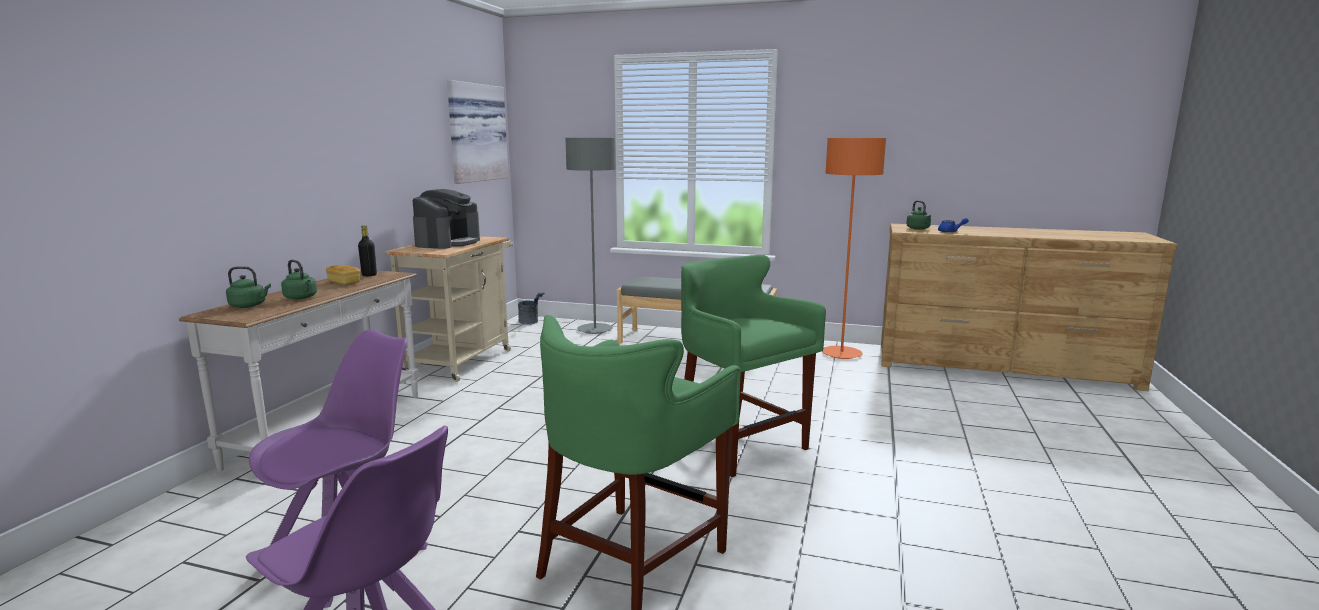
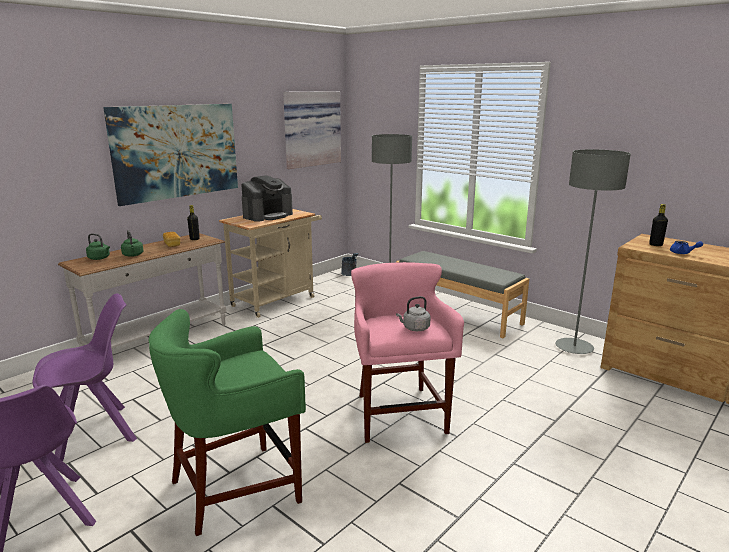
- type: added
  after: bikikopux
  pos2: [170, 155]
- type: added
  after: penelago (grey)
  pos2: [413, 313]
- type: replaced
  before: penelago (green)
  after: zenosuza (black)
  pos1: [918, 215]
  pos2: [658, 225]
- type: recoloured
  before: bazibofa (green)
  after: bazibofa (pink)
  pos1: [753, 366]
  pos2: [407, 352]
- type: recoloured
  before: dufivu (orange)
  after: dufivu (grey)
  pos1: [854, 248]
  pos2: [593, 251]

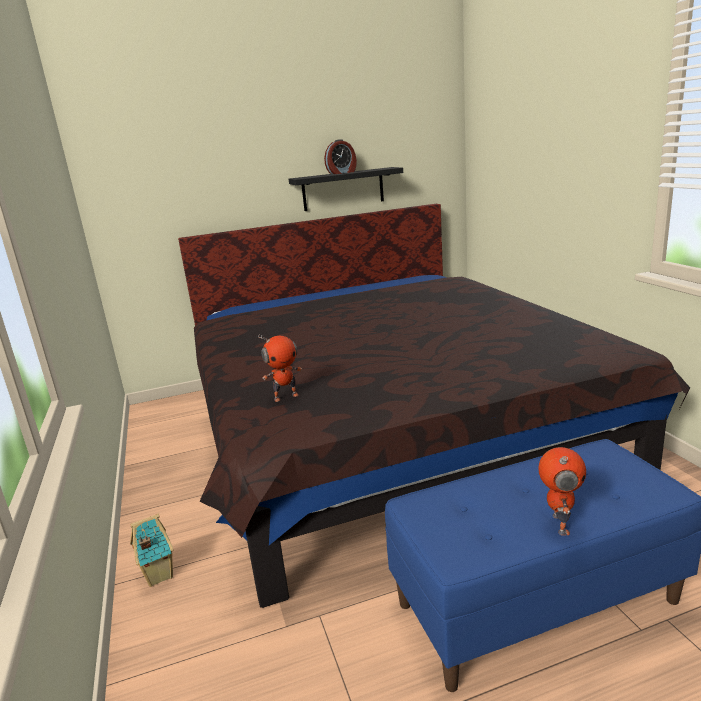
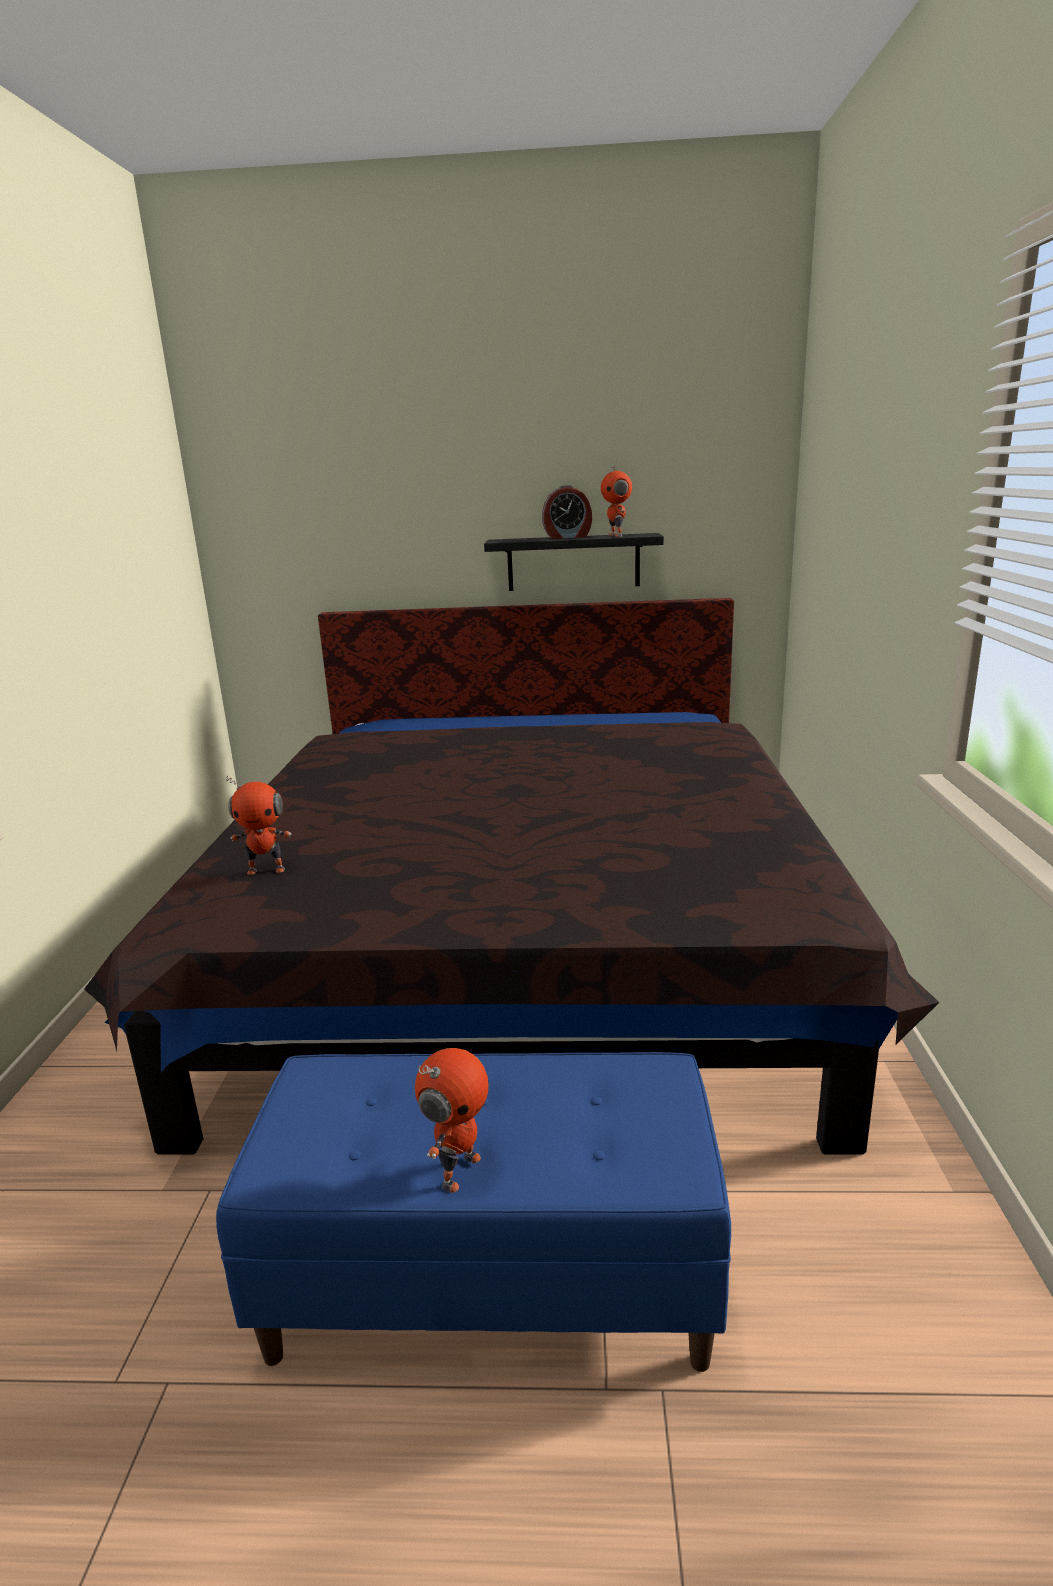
- type: removed
  before: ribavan
  pos1: [152, 550]
- type: added
  after: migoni
  pos2: [616, 501]

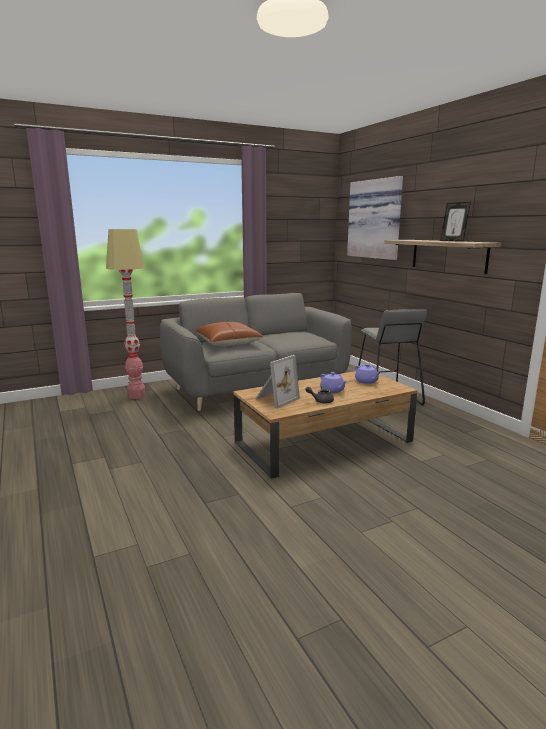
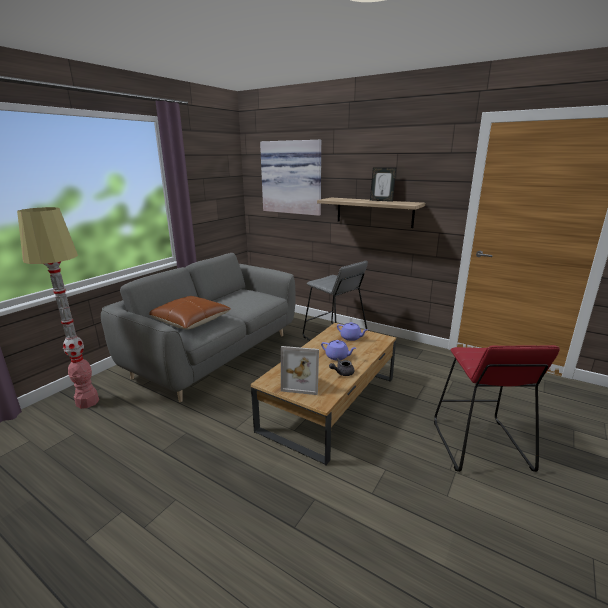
- type: added
  after: bazibofa (red)
  pos2: [497, 408]
- type: turned
  before: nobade
  pos1: [277, 381]
  pos2: [300, 370]
  turn: 90

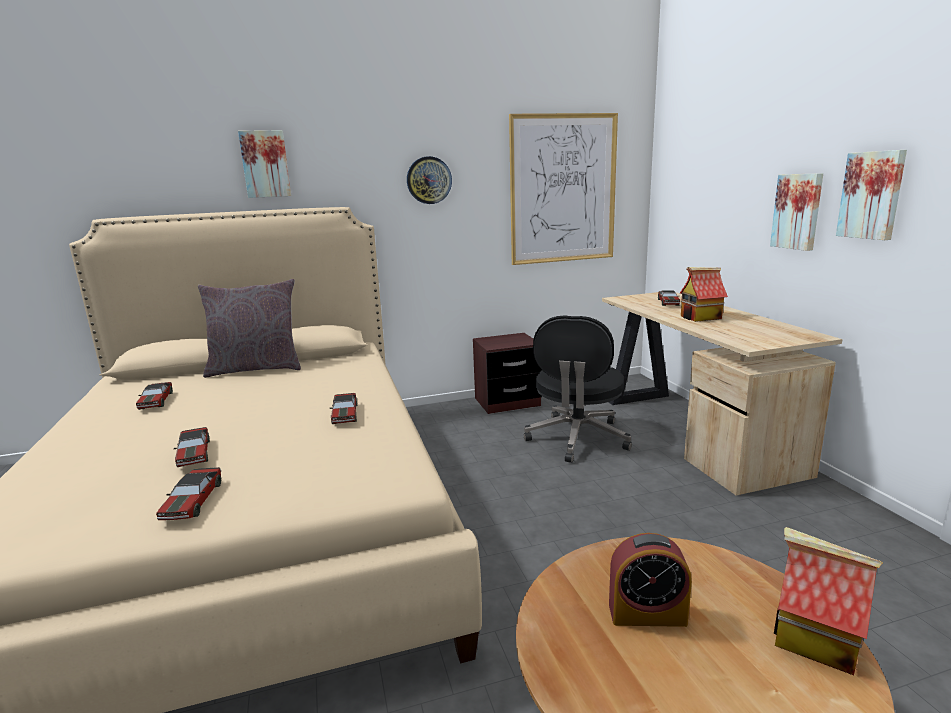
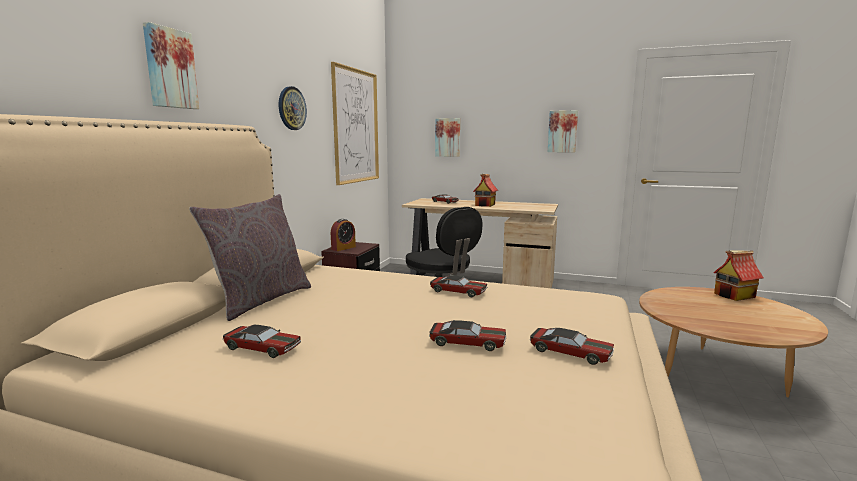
- type: moved
  before: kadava
  pos1: [650, 580]
  pos2: [343, 235]
- type: moved
  before: bikikopux
  pos1: [796, 212]
  pos2: [447, 137]

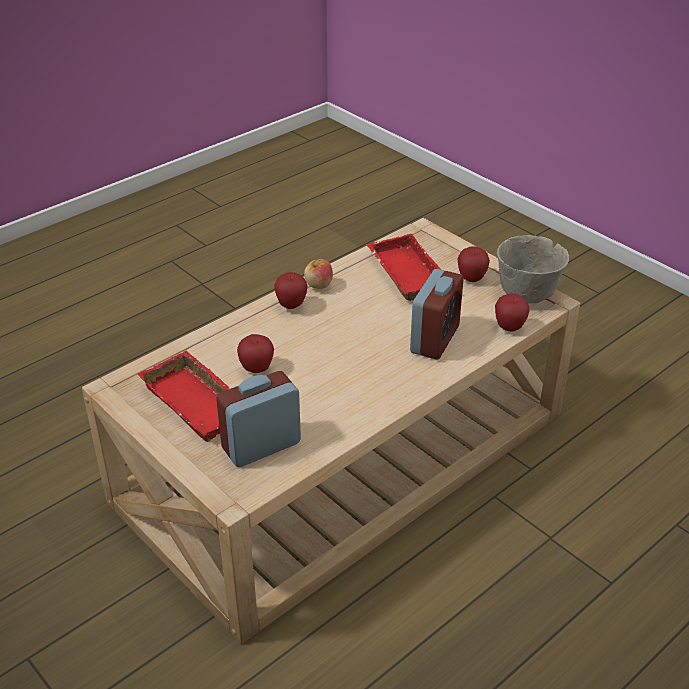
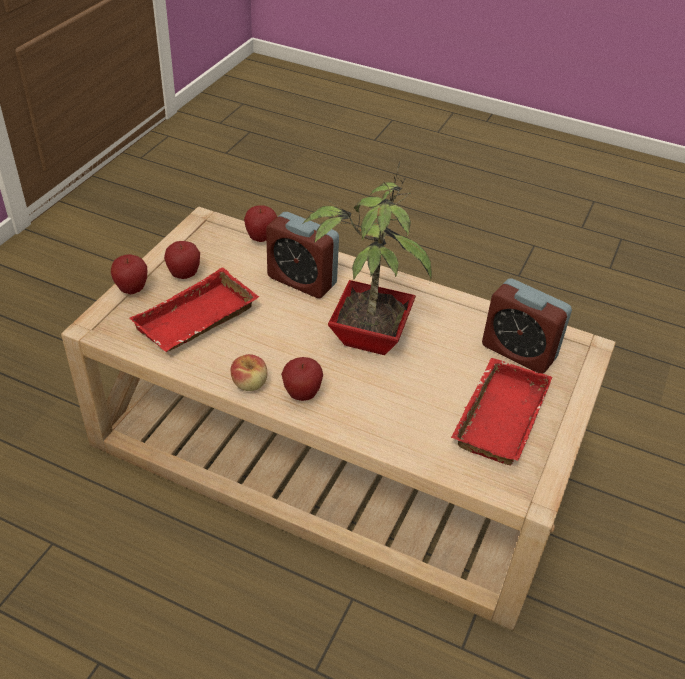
- type: removed
  before: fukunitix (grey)
  pos1: [533, 269]
- type: added
  after: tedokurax
  pos2: [367, 258]
- type: moved
  before: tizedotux
  pos1: [255, 353]
  pos2: [129, 274]
- type: turned
  before: kadava
  pos1: [437, 314]
  pos2: [302, 255]
  turn: -150

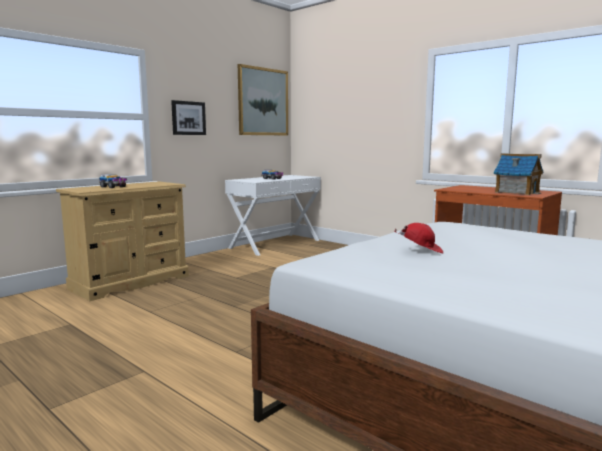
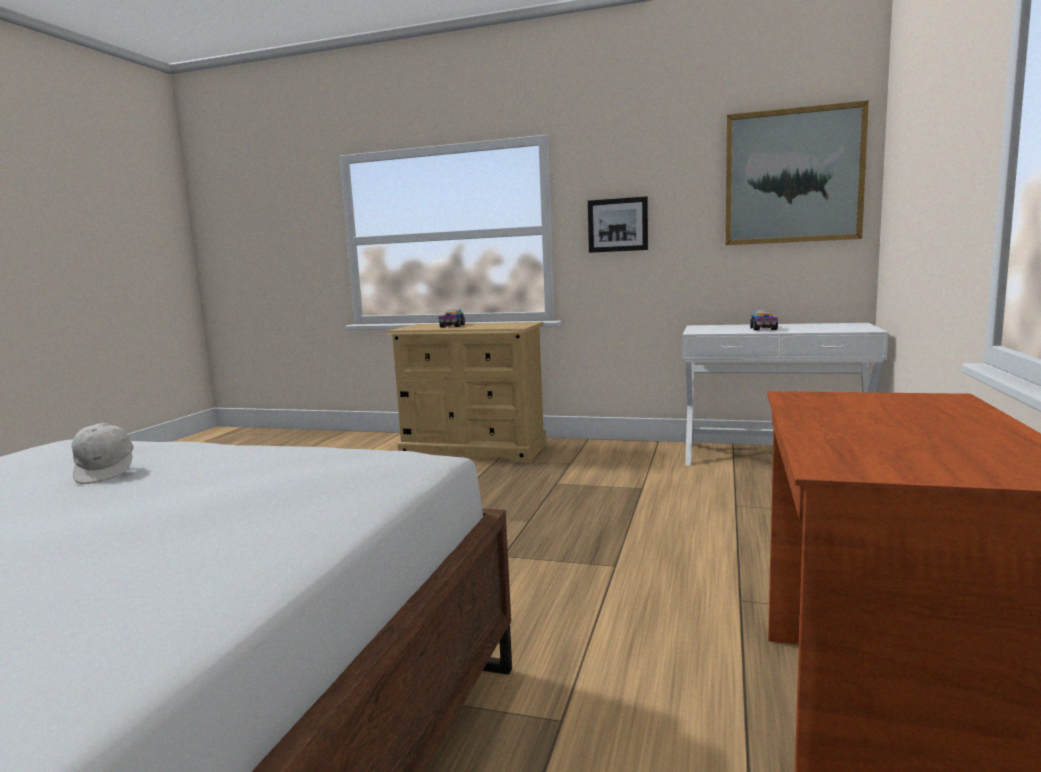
- type: removed
  before: ribavan
  pos1: [519, 174]
- type: recoloured
  before: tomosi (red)
  after: tomosi (white)
  pos1: [418, 238]
  pos2: [102, 453]

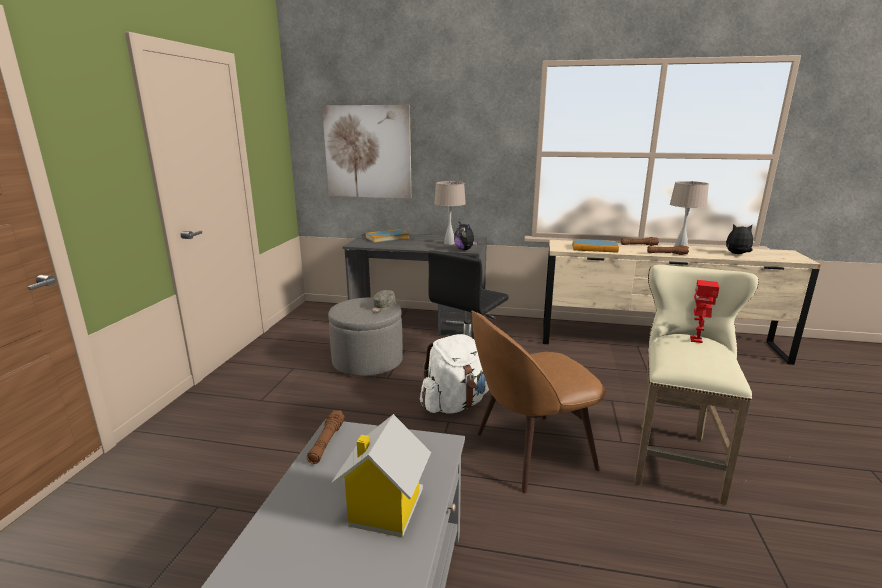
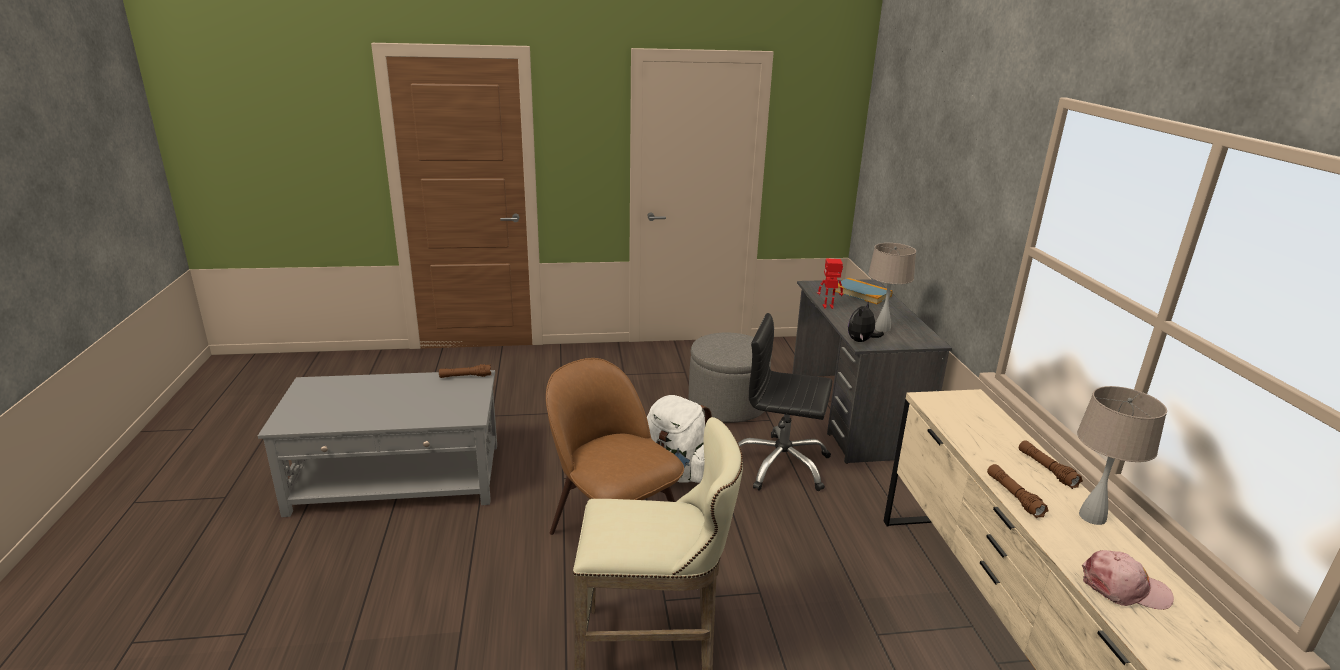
- type: removed
  before: bikikopux
  pos1: [367, 152]
- type: removed
  before: ribavan
  pos1: [381, 476]
- type: removed
  before: tomosi (grey)
  pos1: [383, 301]
- type: removed
  before: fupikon
  pos1: [595, 246]
- type: moved
  before: migoni
  pos1: [704, 311]
  pos2: [830, 283]
- type: replaced
  before: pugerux
  after: tomosi (pink)
  pos1: [739, 239]
  pos2: [1128, 580]

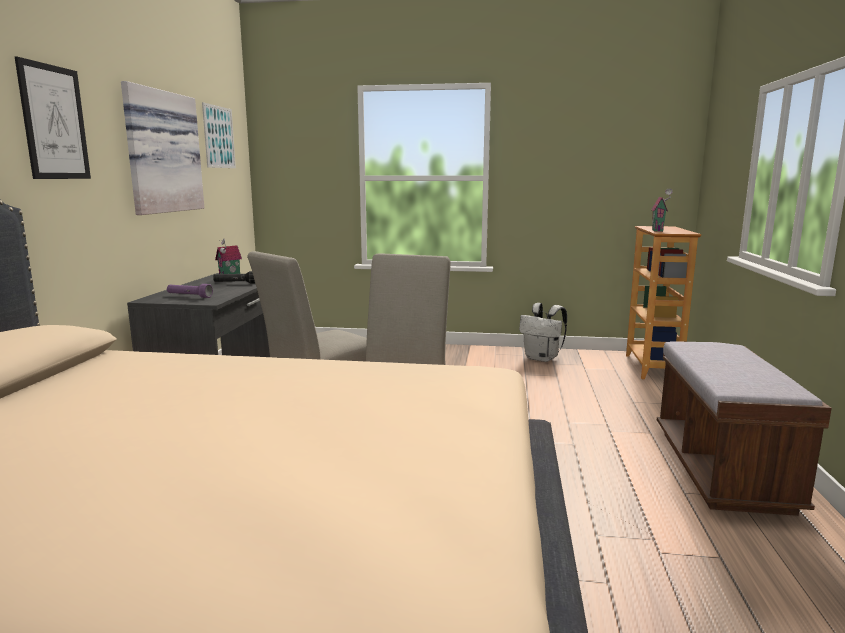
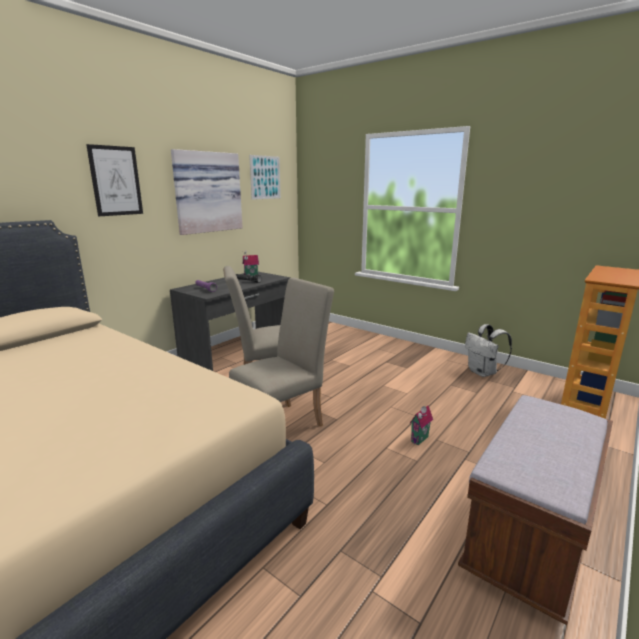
- type: moved
  before: ribavan
  pos1: [662, 210]
  pos2: [421, 425]

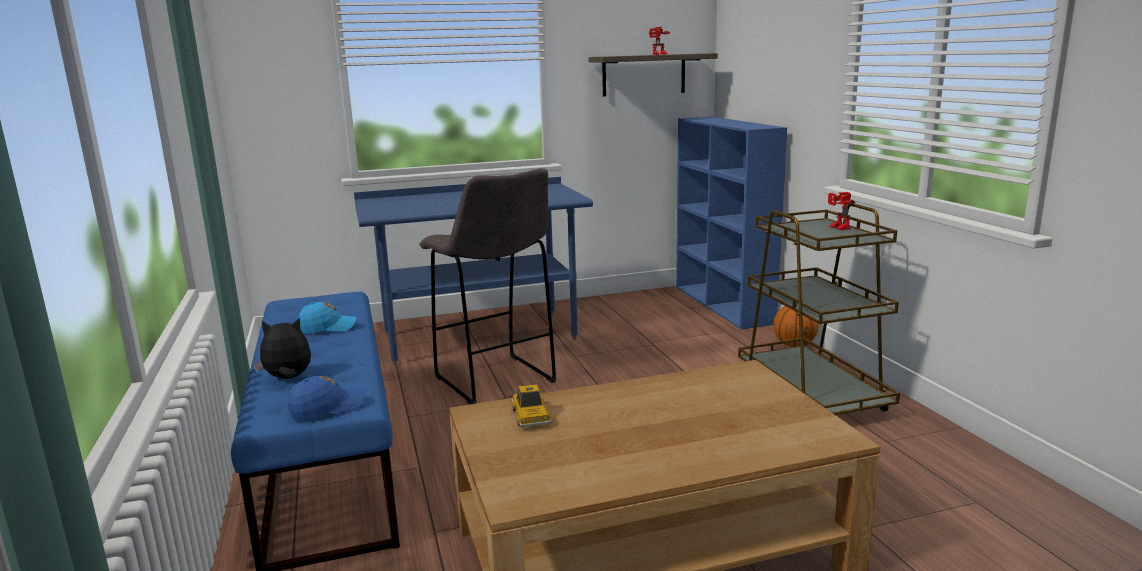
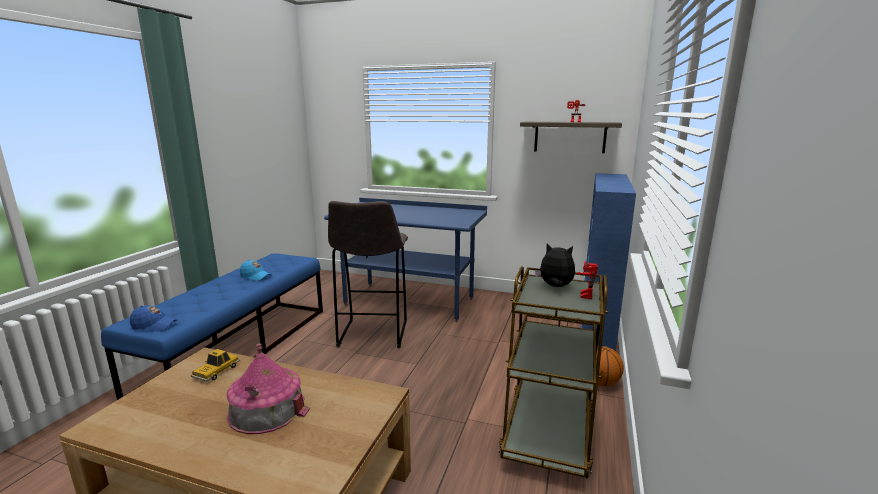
- type: added
  after: ribavan
  pos2: [268, 388]
- type: moved
  before: pugerux
  pos1: [282, 348]
  pos2: [555, 265]

